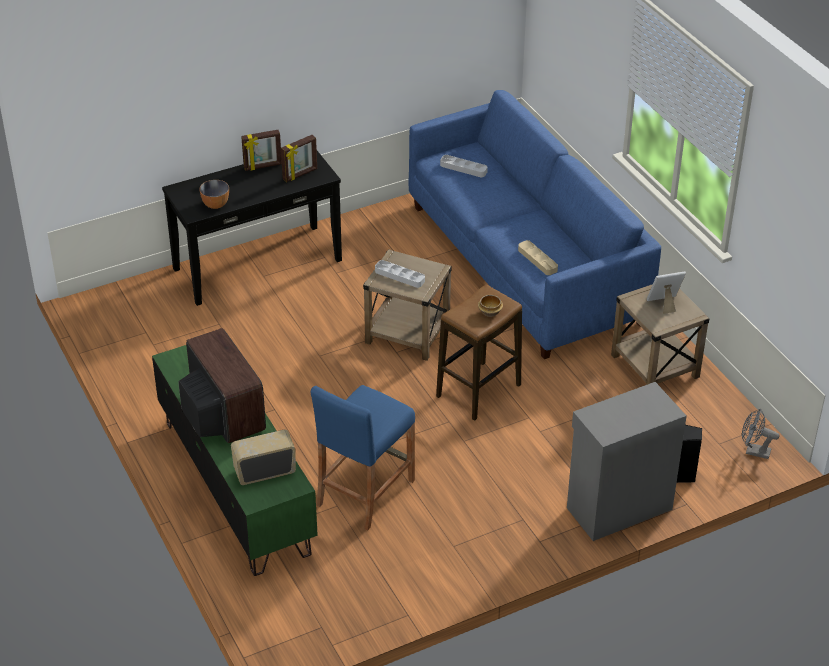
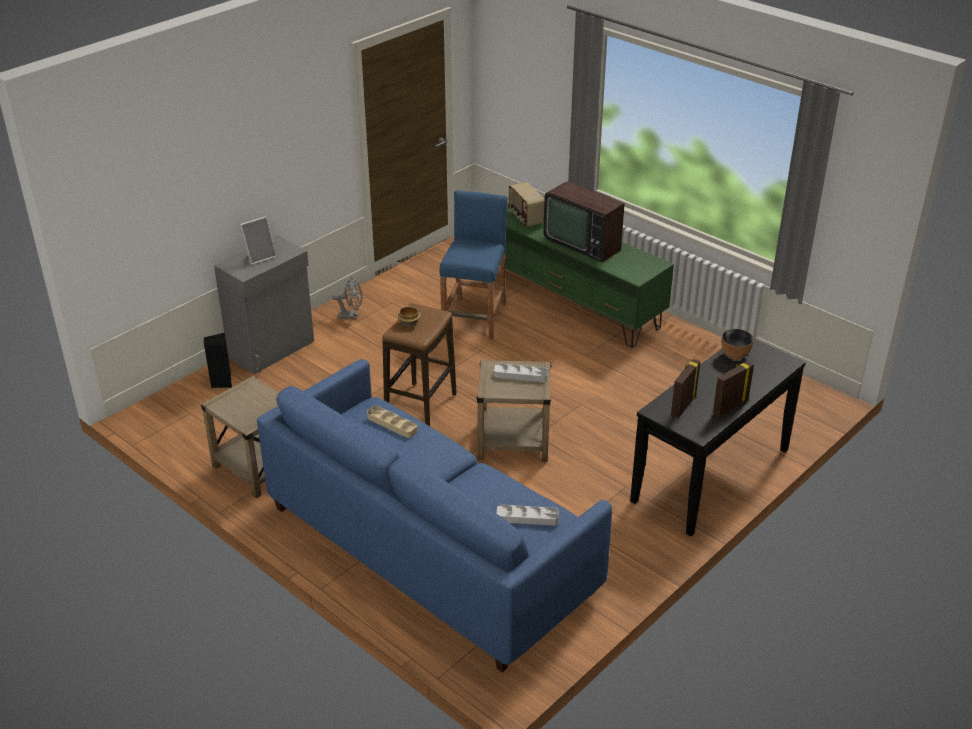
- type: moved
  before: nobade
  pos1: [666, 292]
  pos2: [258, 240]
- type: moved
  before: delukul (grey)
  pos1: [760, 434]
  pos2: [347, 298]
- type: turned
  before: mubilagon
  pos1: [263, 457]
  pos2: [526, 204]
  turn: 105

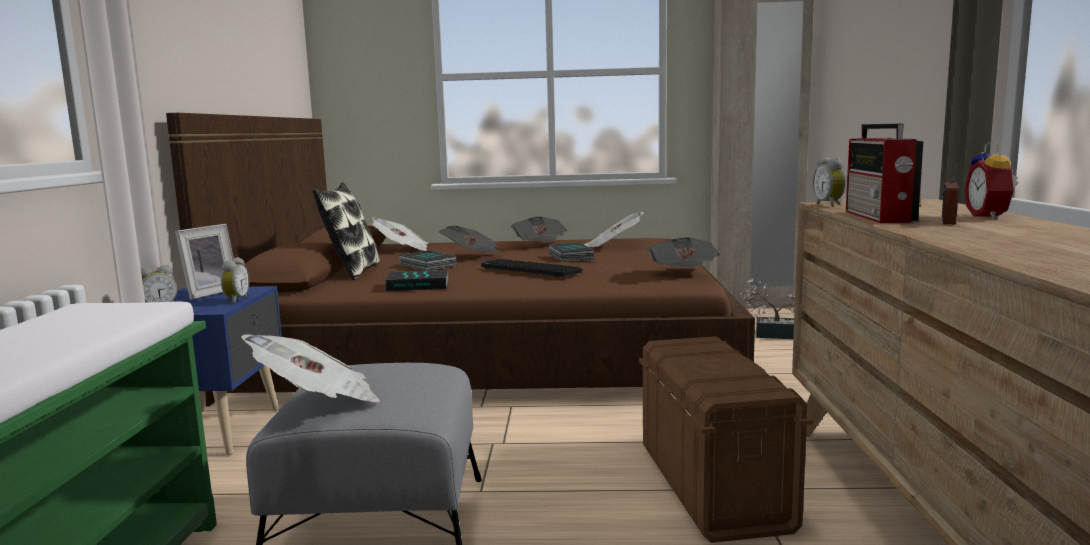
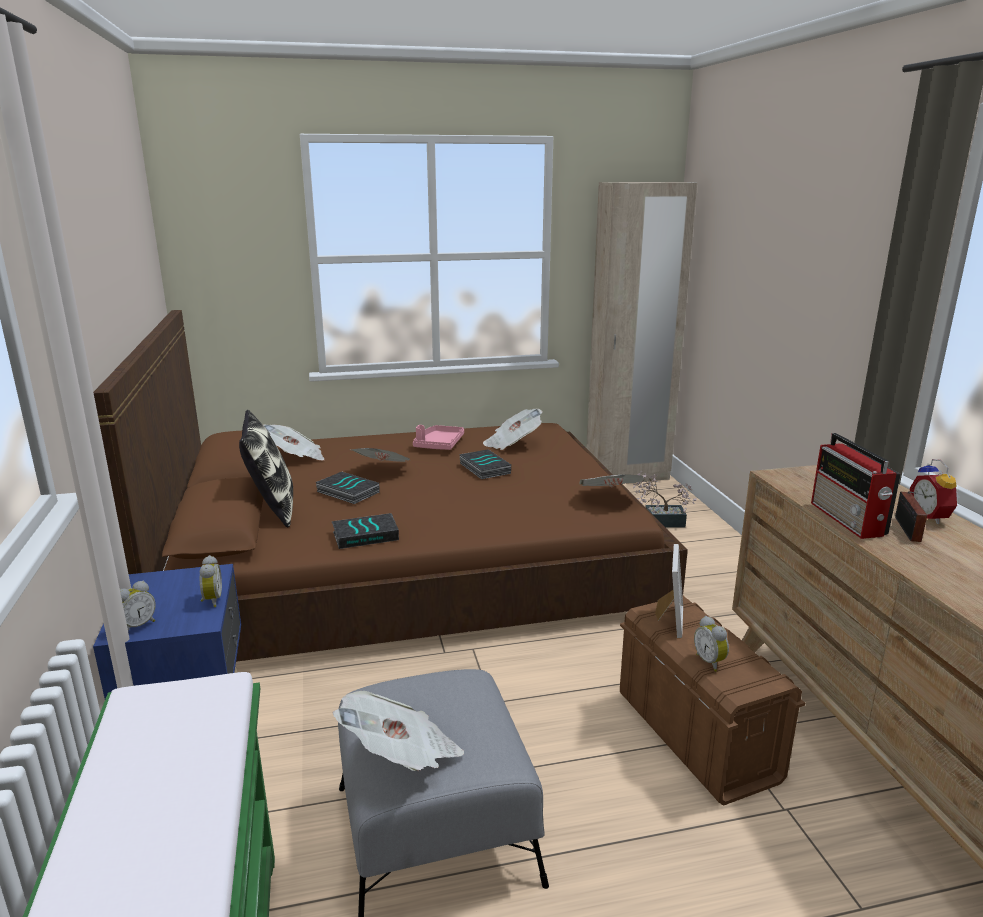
- type: removed
  before: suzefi
  pos1: [531, 268]
- type: moved
  before: nobade
  pos1: [204, 262]
  pos2: [669, 591]
- type: moved
  before: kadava
  pos1: [829, 182]
  pos2: [711, 644]
- type: replaced
  before: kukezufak
  after: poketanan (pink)
  pos1: [539, 229]
  pos2: [438, 437]

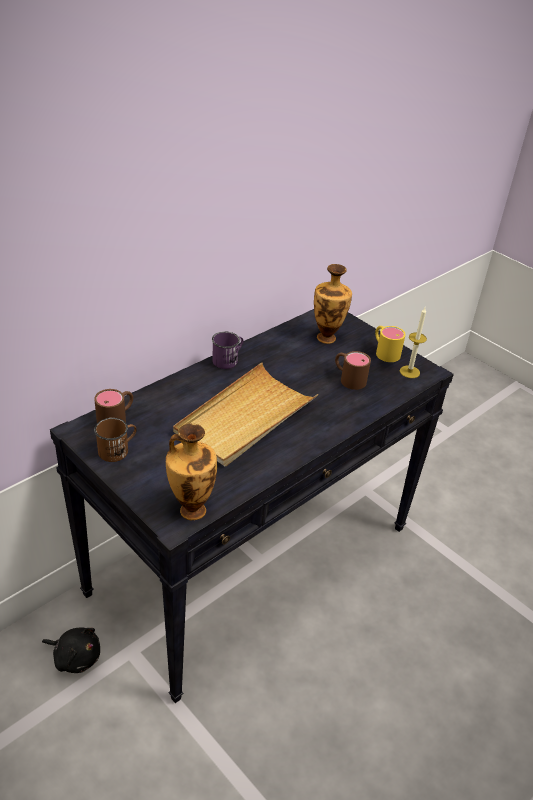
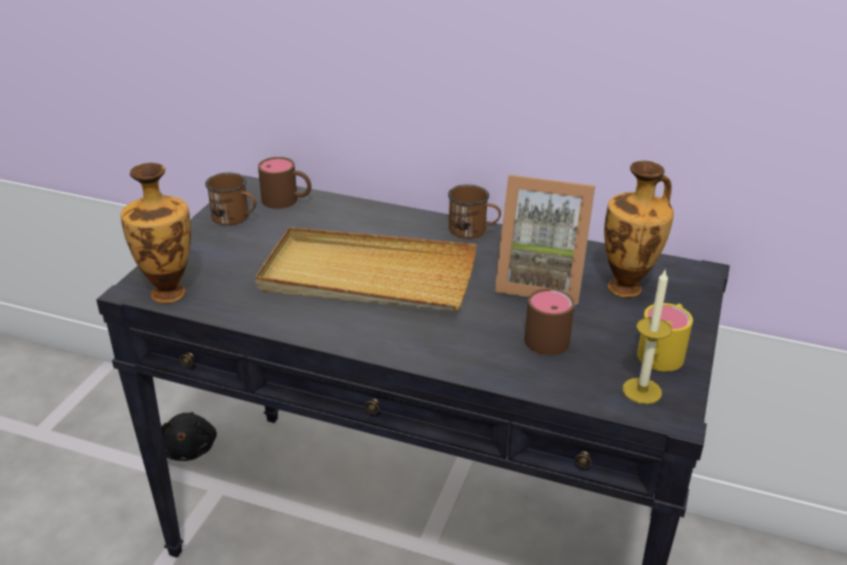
- type: added
  after: nobade
  pos2: [545, 240]
- type: recoloured
  before: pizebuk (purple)
  after: pizebuk (brown)
  pos1: [228, 350]
  pos2: [474, 212]

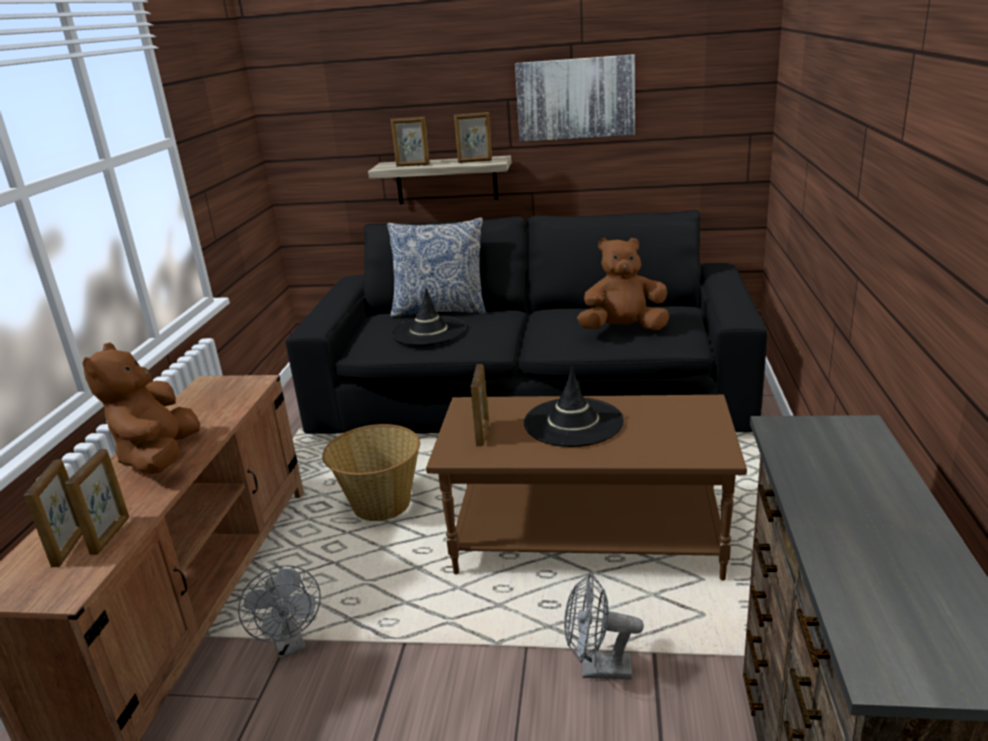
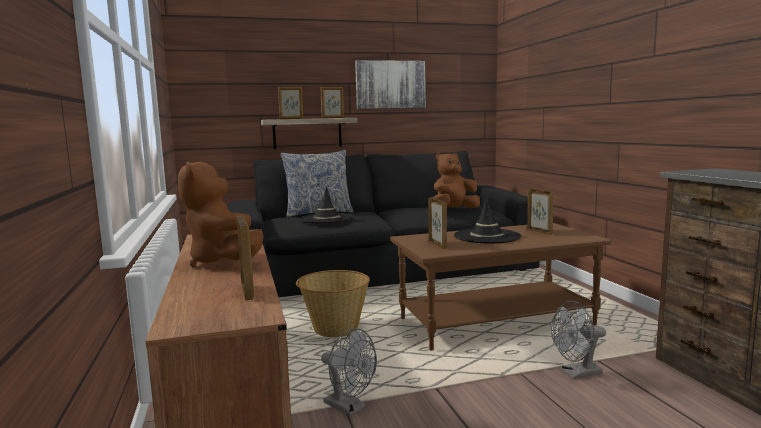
- type: moved
  before: nobade
  pos1: [53, 513]
  pos2: [540, 212]

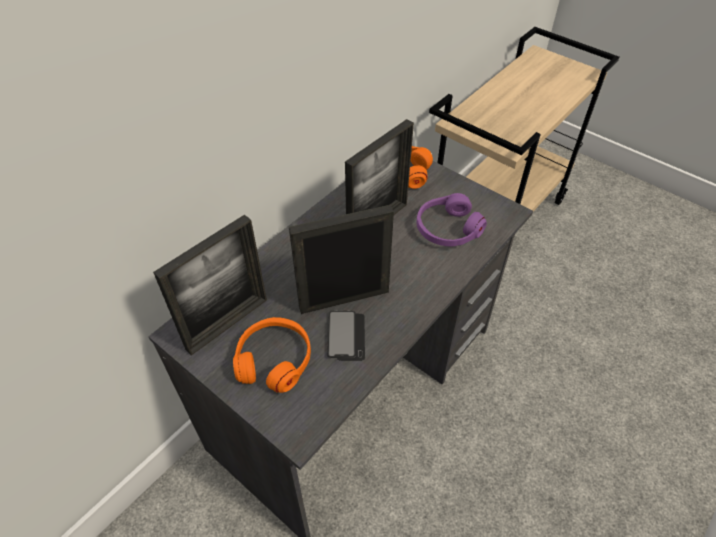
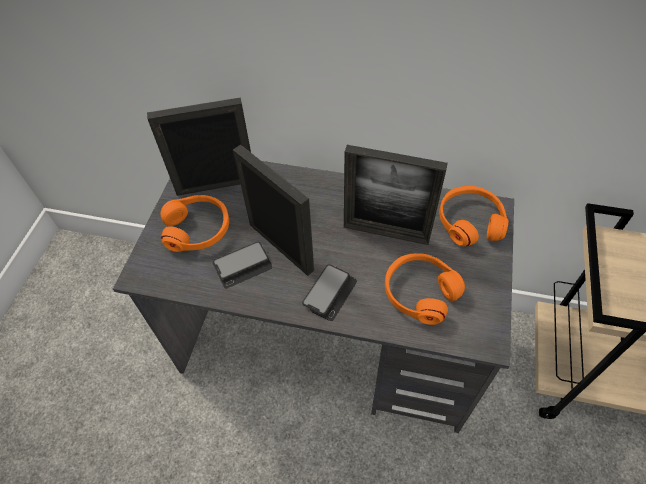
- type: added
  after: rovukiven
  pos2: [329, 292]
- type: recoloured
  before: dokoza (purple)
  after: dokoza (orange)
  pos1: [451, 219]
  pos2: [425, 289]
- type: turned
  before: nobade
  pos1: [210, 285]
  pos2: [199, 146]
  turn: 150

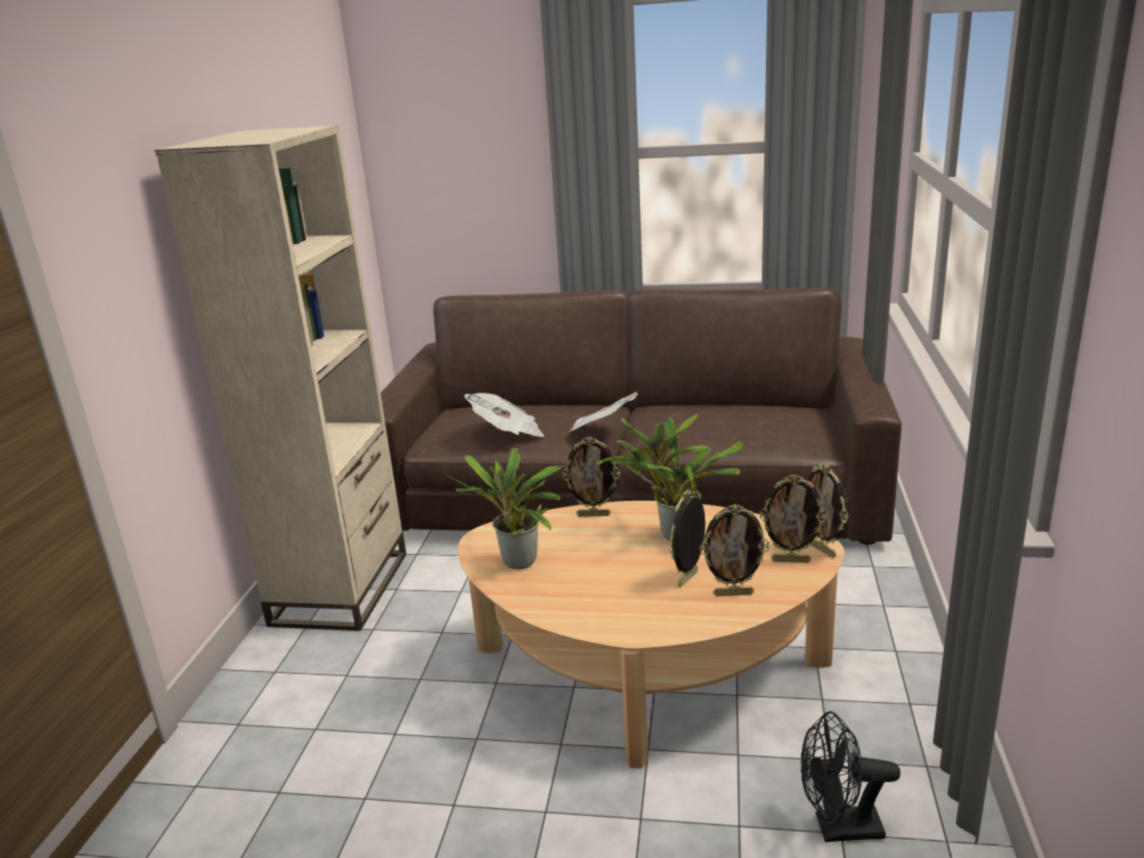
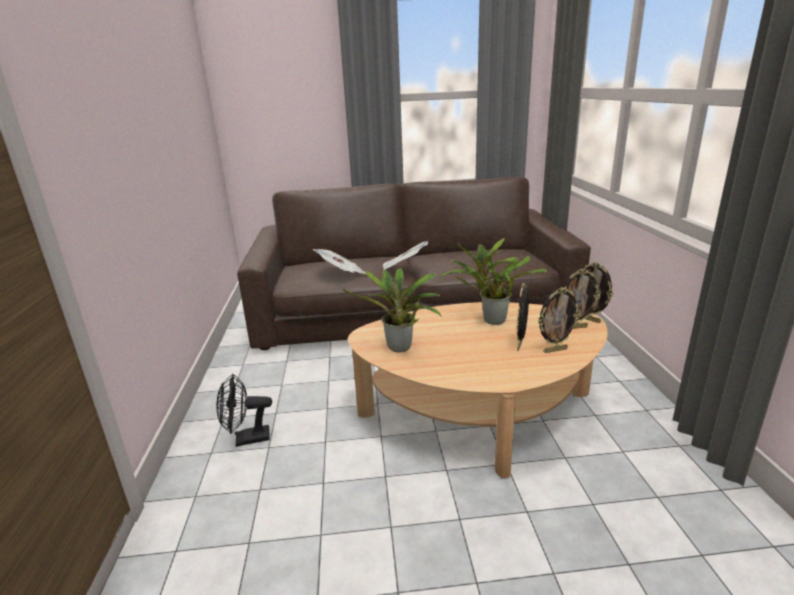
- type: removed
  before: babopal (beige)
  pos1: [280, 378]
- type: removed
  before: nobade
  pos1: [591, 477]
- type: moved
  before: delukul (black)
  pos1: [850, 776]
  pos2: [244, 410]

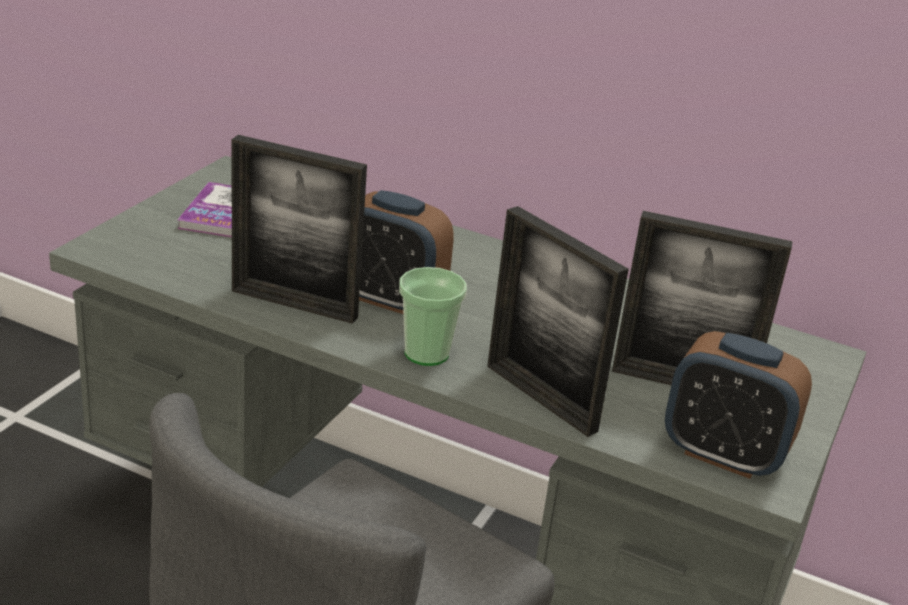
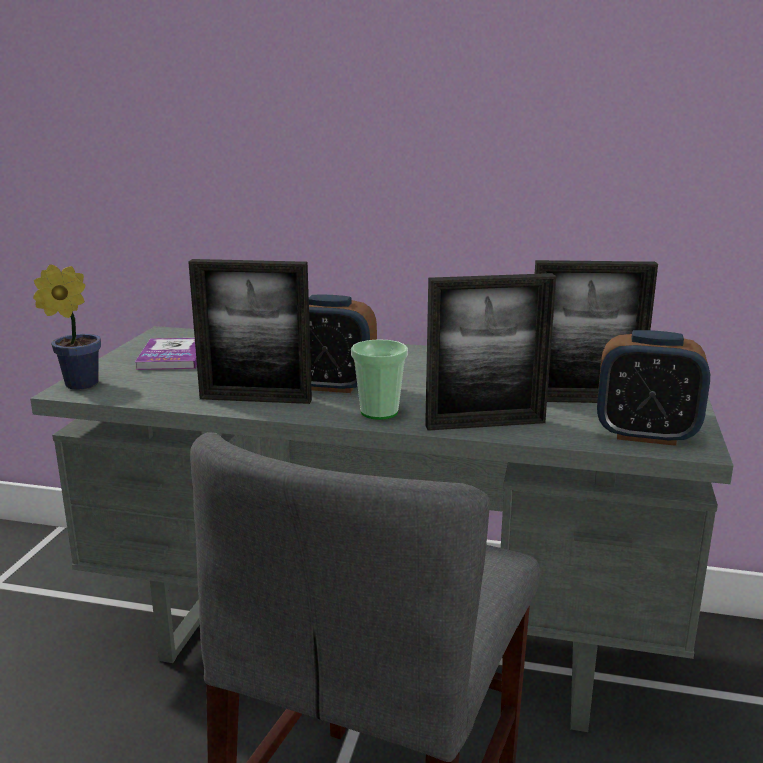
- type: added
  after: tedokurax
  pos2: [67, 327]
- type: turned
  before: nobade
  pos1: [558, 321]
  pos2: [490, 352]
  turn: -45

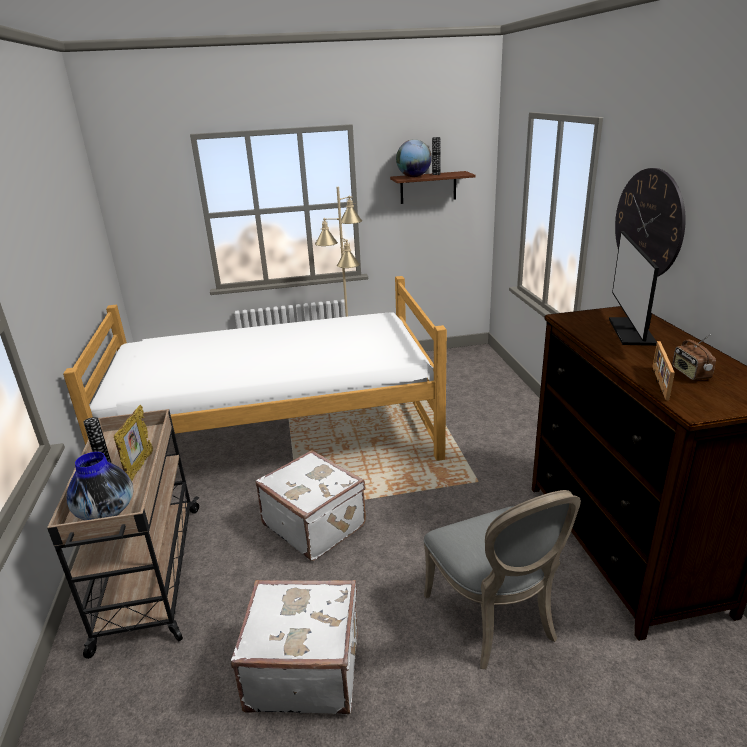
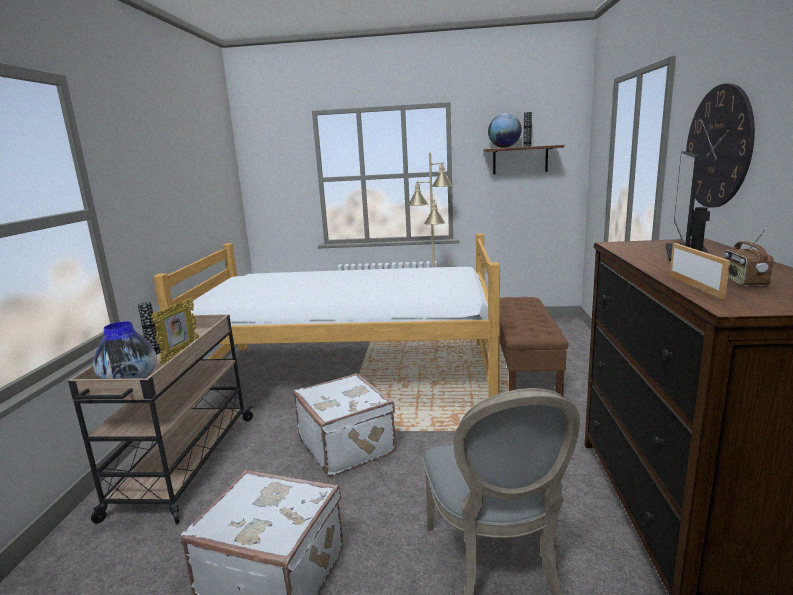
- type: added
  after: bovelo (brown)
  pos2: [534, 346]
- type: turned
  before: nobade
  pos1: [663, 370]
  pos2: [700, 271]
  turn: 150

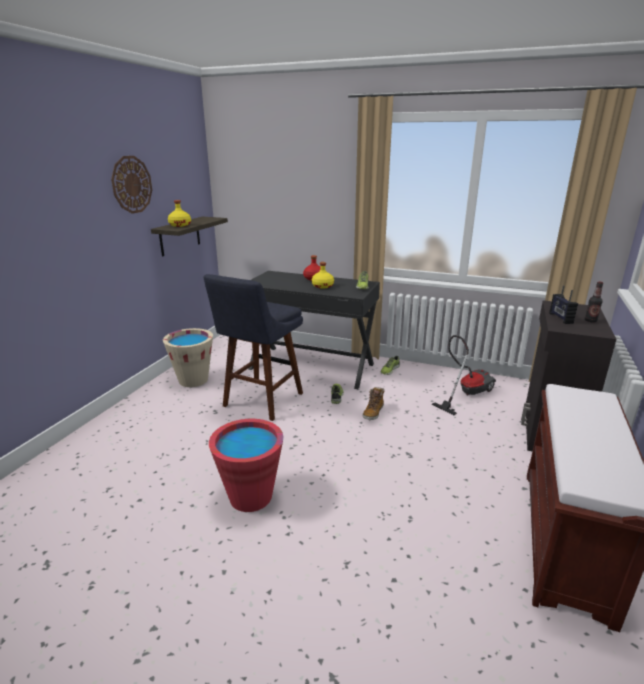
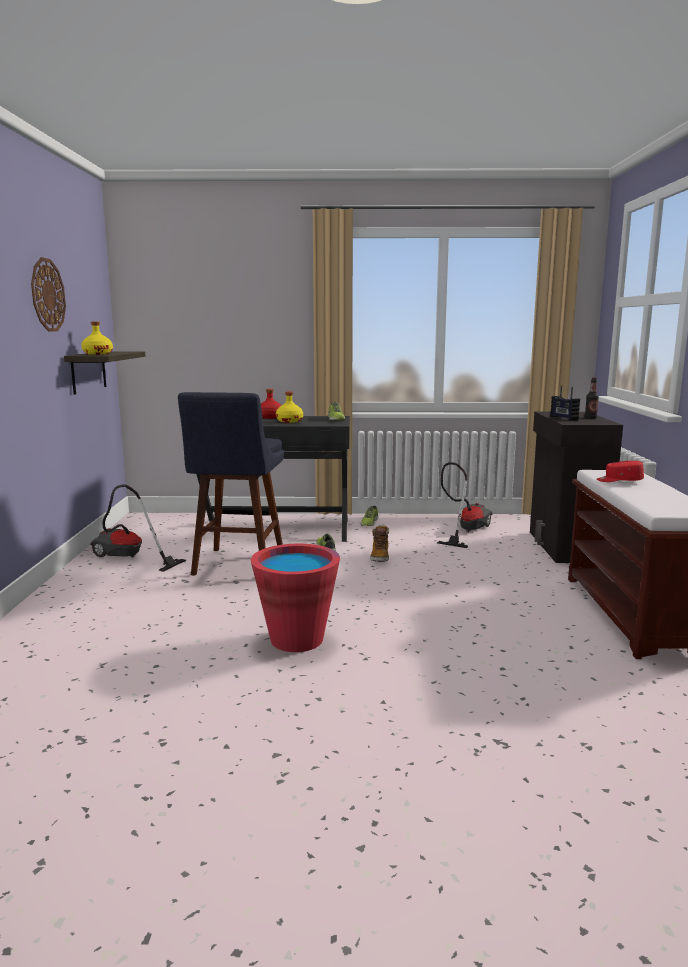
- type: added
  after: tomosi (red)
  pos2: [620, 471]
- type: replaced
  before: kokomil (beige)
  after: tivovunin
  pos1: [188, 357]
  pos2: [138, 528]

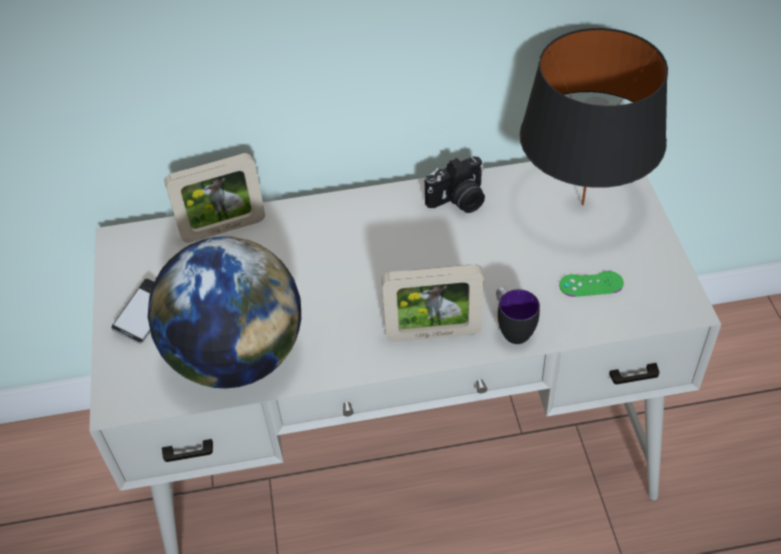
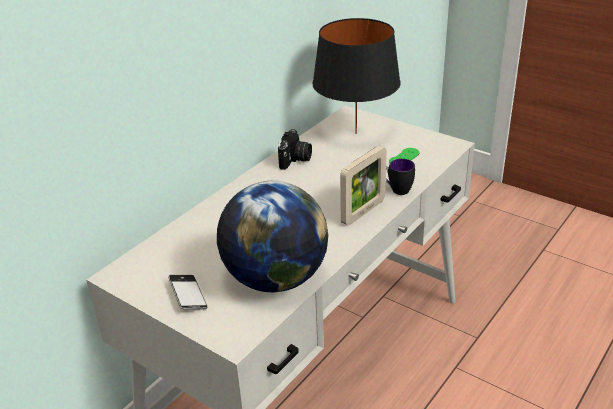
- type: removed
  before: nobade
  pos1: [214, 198]

